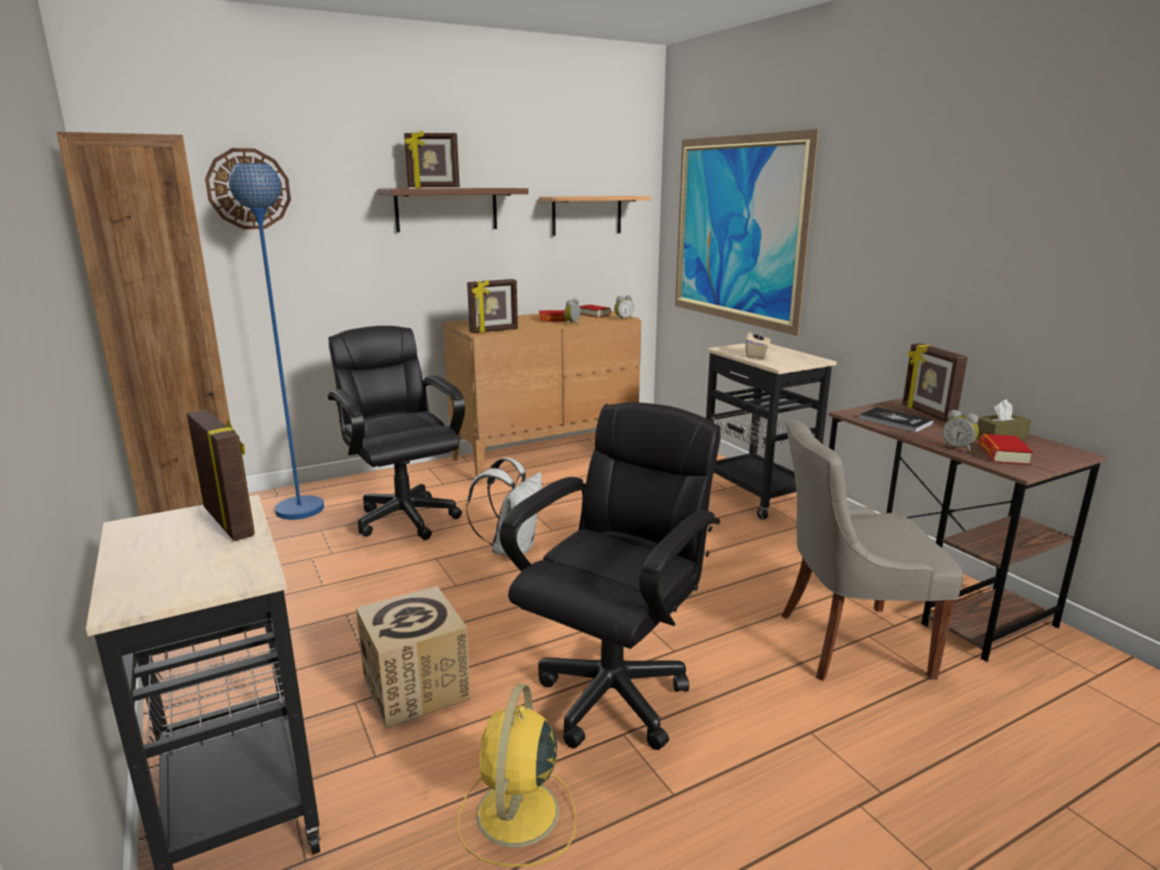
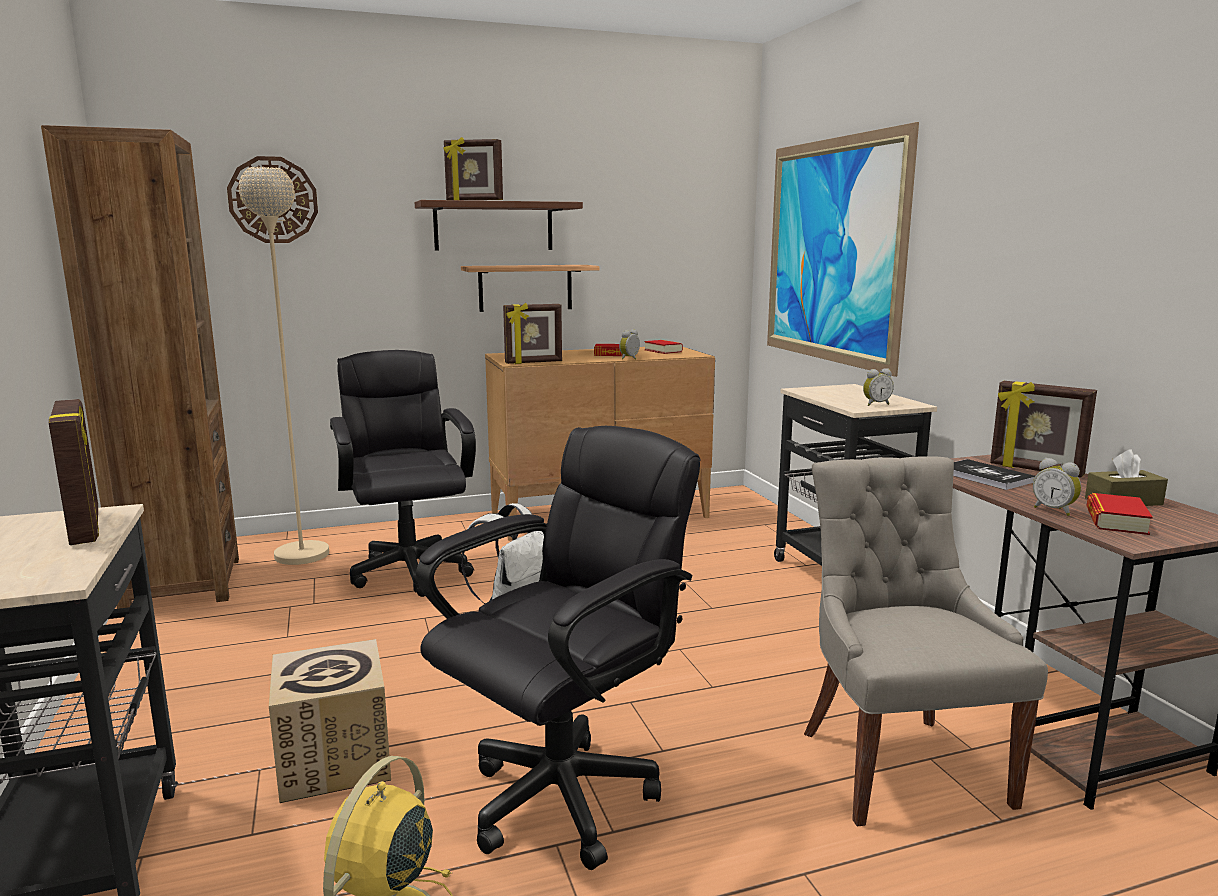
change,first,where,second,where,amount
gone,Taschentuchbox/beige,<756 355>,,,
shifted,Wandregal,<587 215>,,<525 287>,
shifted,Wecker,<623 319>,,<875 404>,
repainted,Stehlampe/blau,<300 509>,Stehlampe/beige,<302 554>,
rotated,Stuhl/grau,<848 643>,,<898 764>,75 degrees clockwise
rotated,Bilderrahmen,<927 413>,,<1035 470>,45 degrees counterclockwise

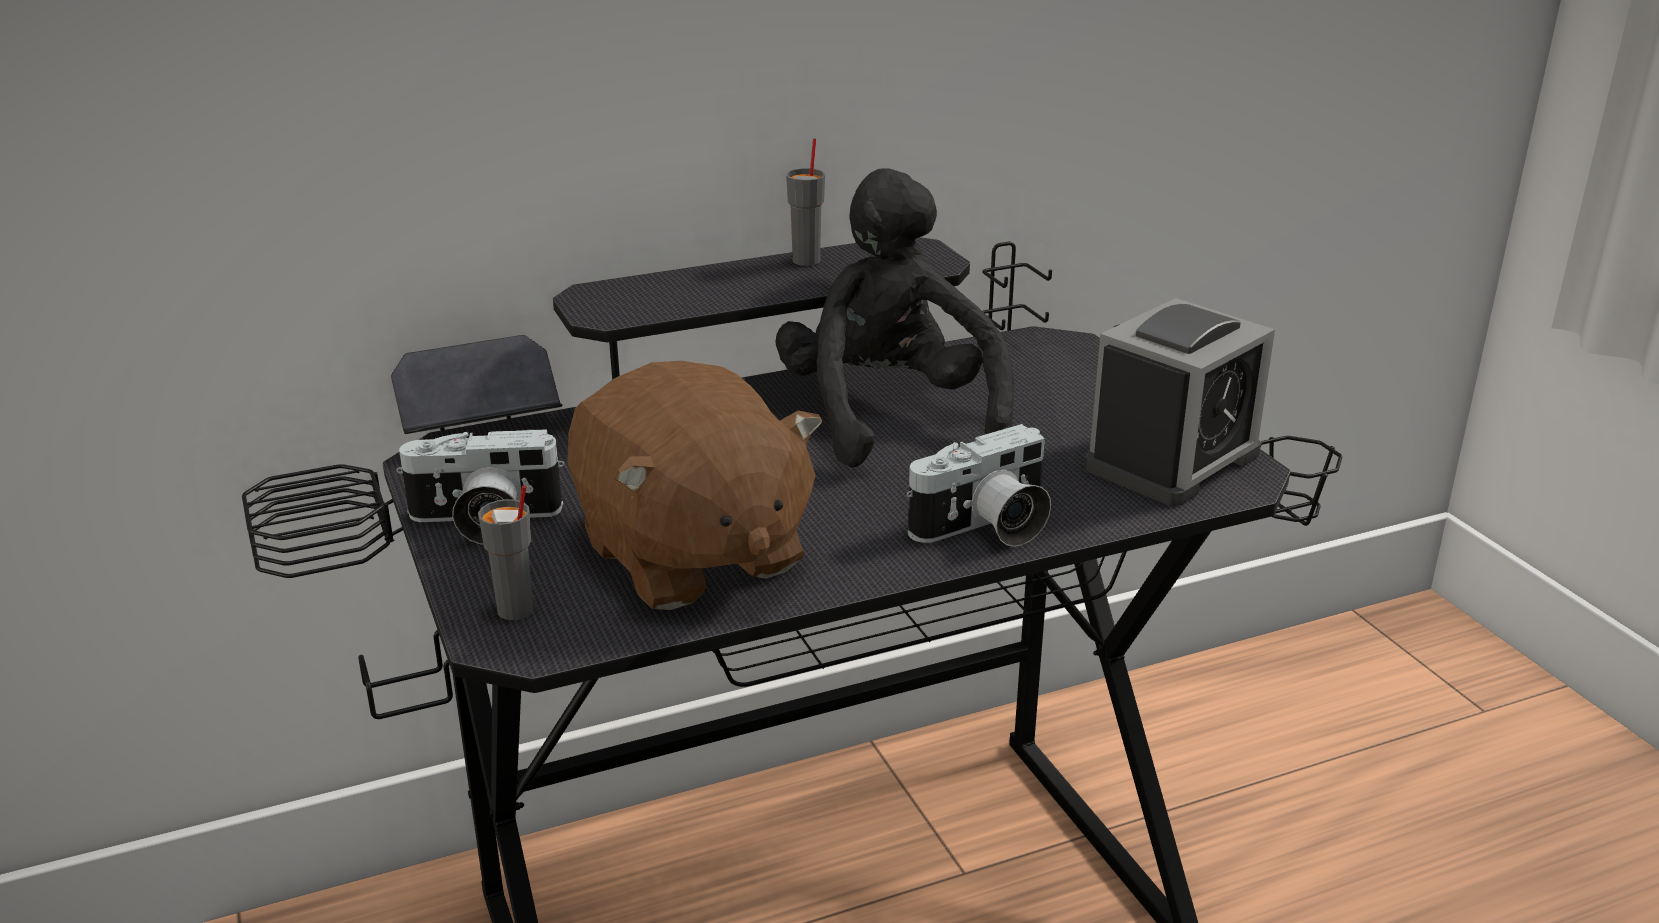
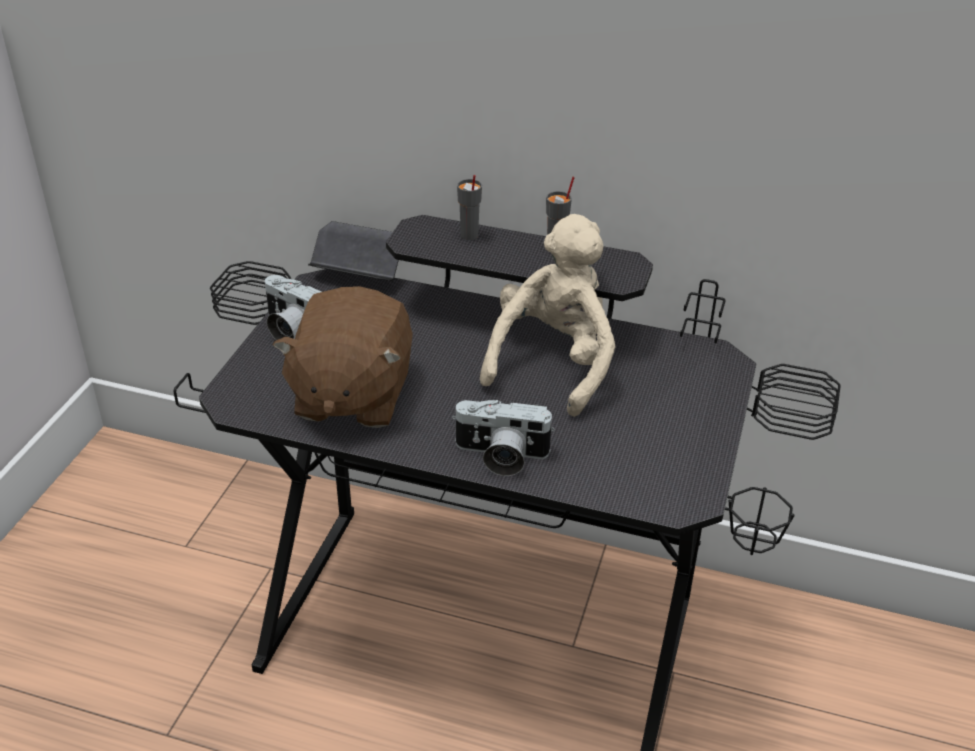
change,first,where,second,where,amount
gone,Wecker,<1172 460>,,,
shifted,Tasse/grau,<515 610>,,<469 235>,
repainted,Plüschtier/schwarz,<889 416>,Plüschtier/beige,<553 363>,

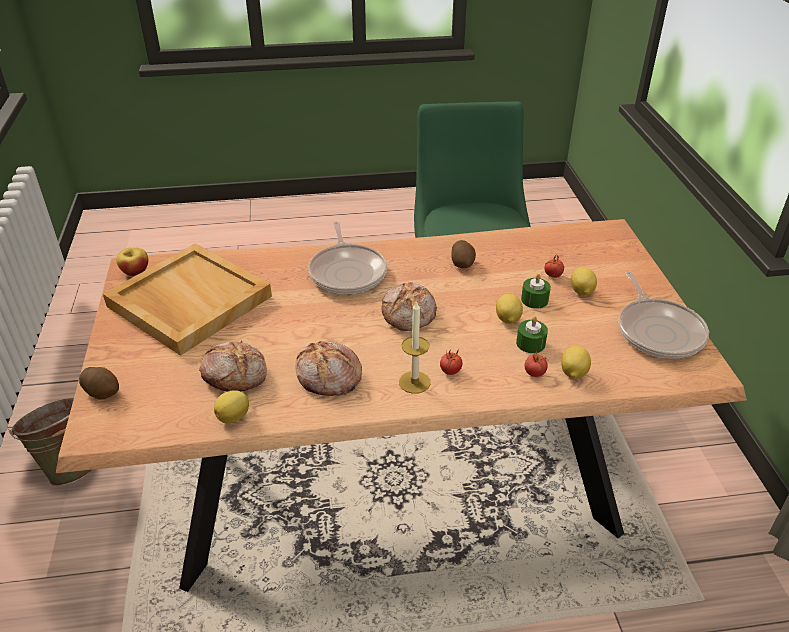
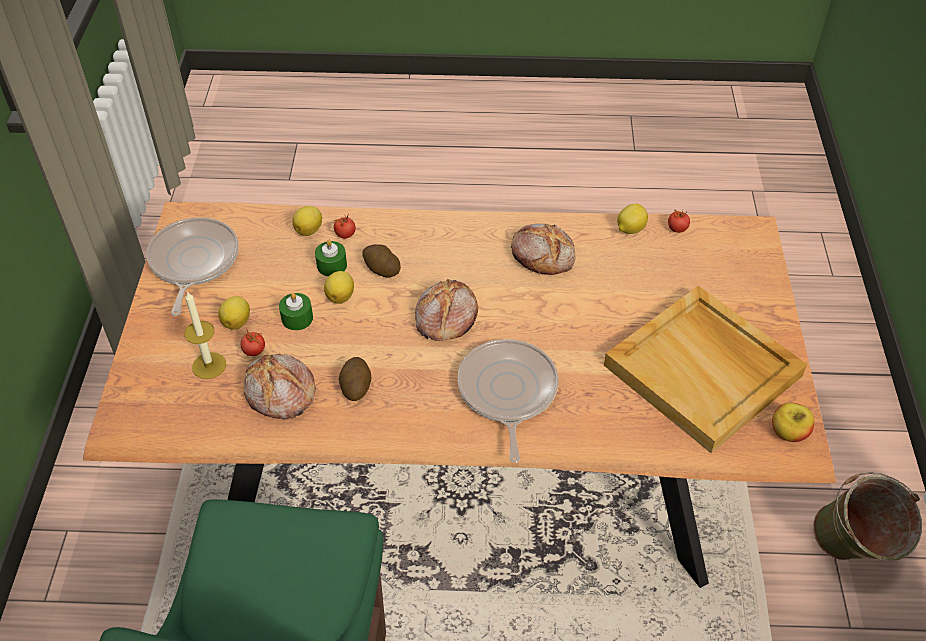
change,first,where,second,where,amount
shifted,Kartoffel,<103 392>,,<381 269>,
shifted,Brot,<235 373>,,<279 394>,
shifted,Kerze,<414 382>,,<209 365>,
shifted,Tomate,<450 371>,,<677 229>,

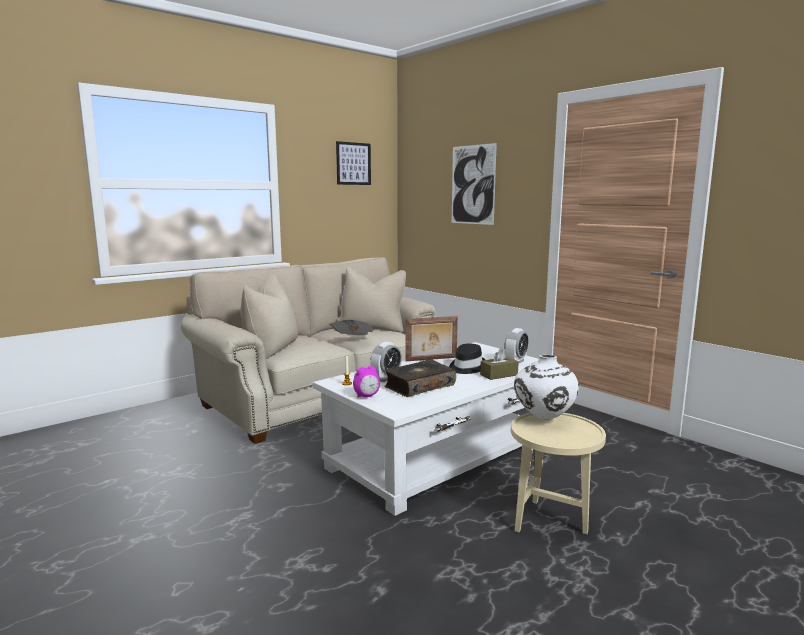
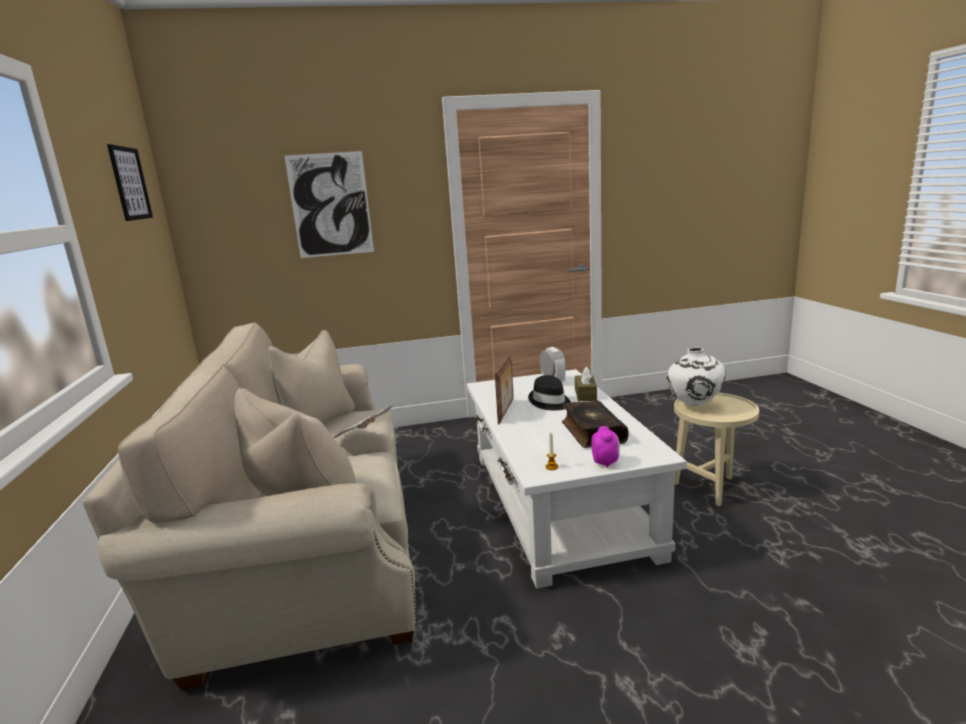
change,first,where,second,where,amount
gone,Wecker,<386 379>,,,

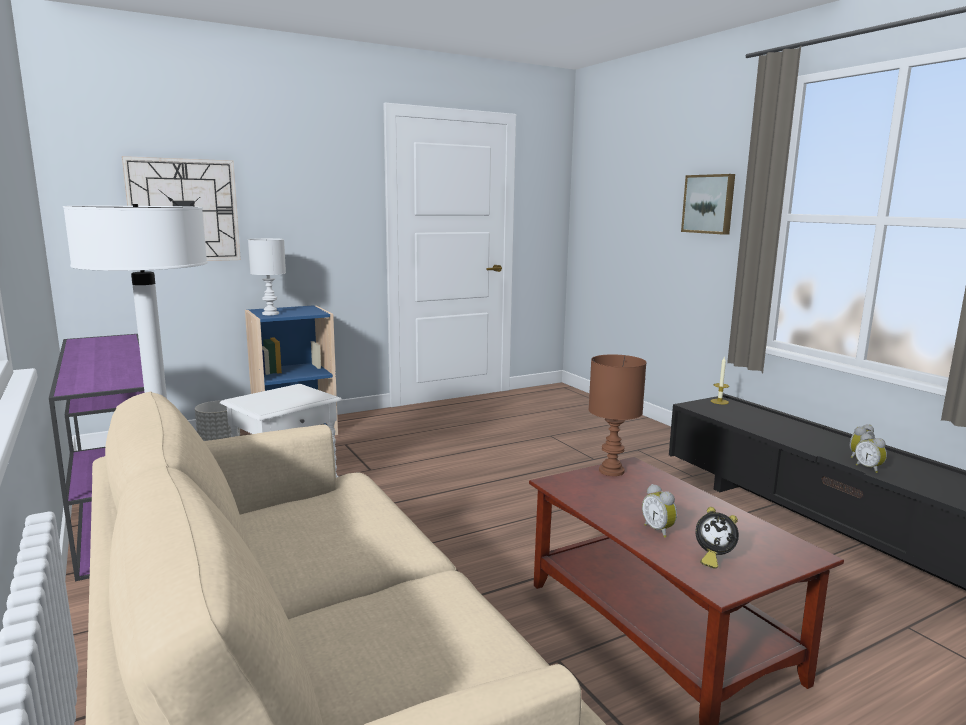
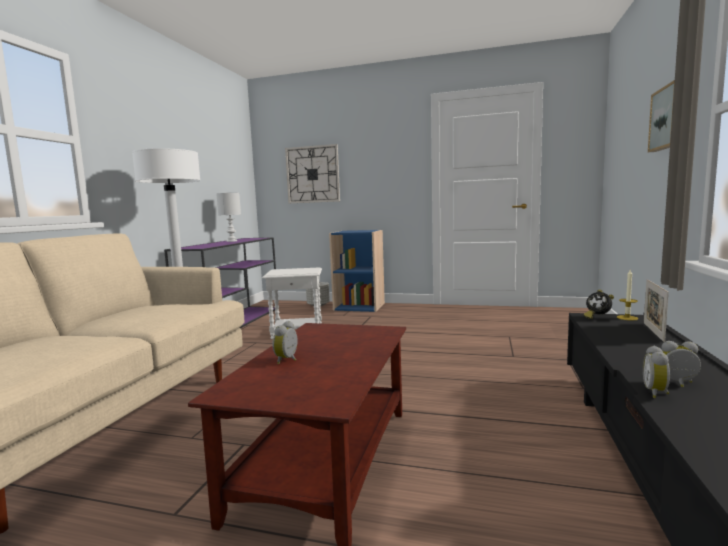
change,first,where,second,where,amount
gone,Tischlampe/braun,<610 470>,,,
new,,,Bilderrahmen,<653 332>,
shifted,Tischlampe/weiß,<271 314>,,<232 241>,
shifted,Wecker,<712 558>,,<597 317>,

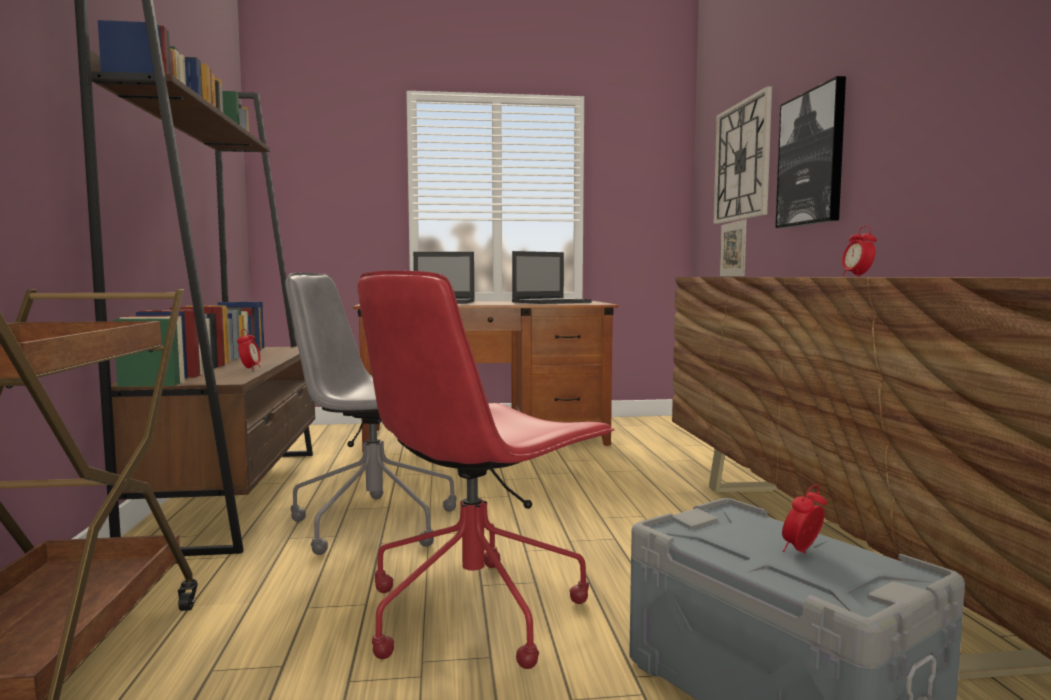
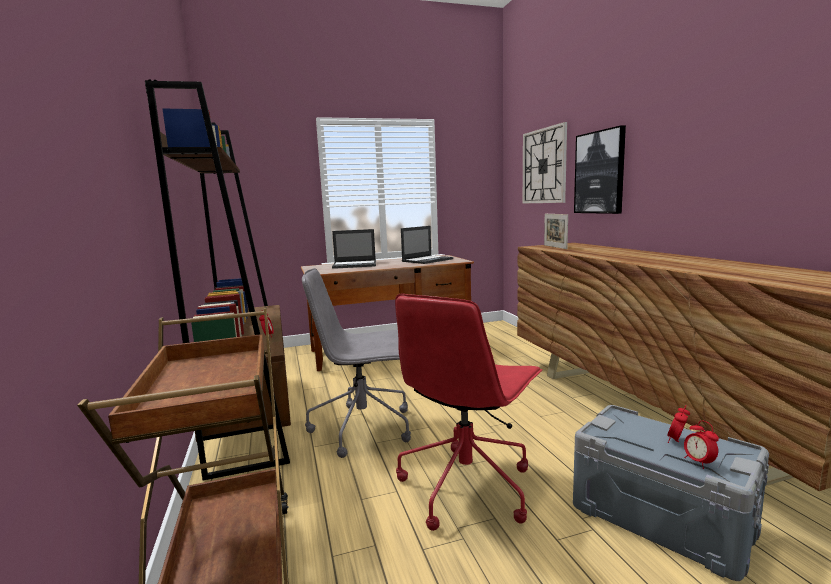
change,first,where,second,where,amount
shifted,Wecker,<857 276>,,<698 462>,

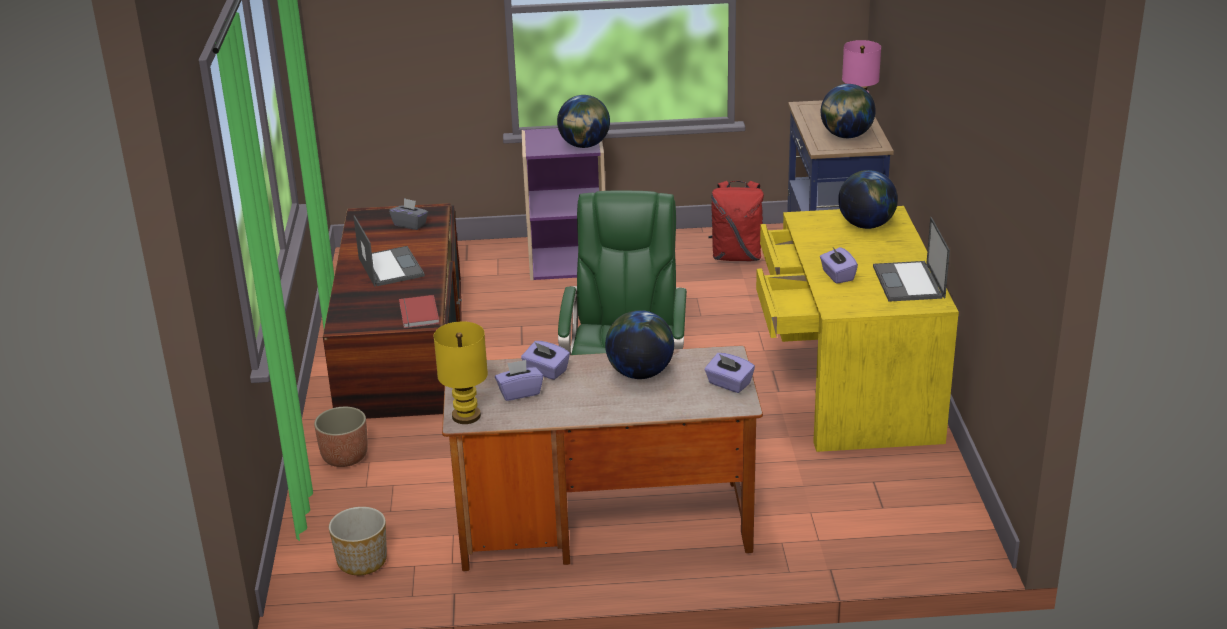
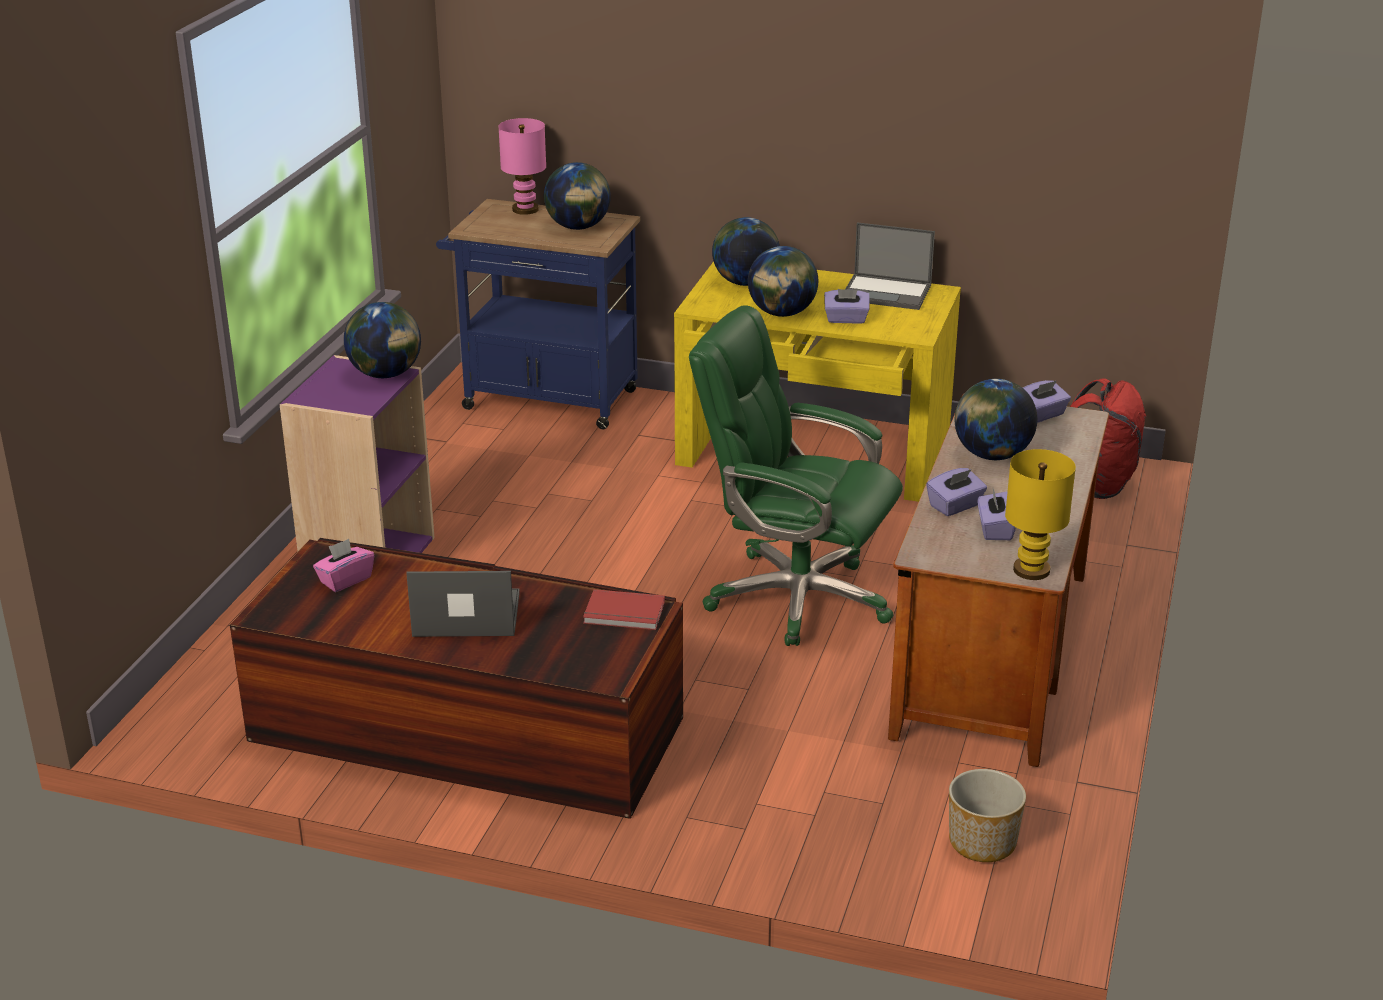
change,first,where,second,where,amount
gone,Pflanzkübel,<344 457>,,,
new,,,Globus,<782 313>,
shifted,Rucksack/rot,<737 256>,,<1097 485>,
repainted,Taschentuchbox/grau,<410 224>,Taschentuchbox/rosa,<345 580>,

